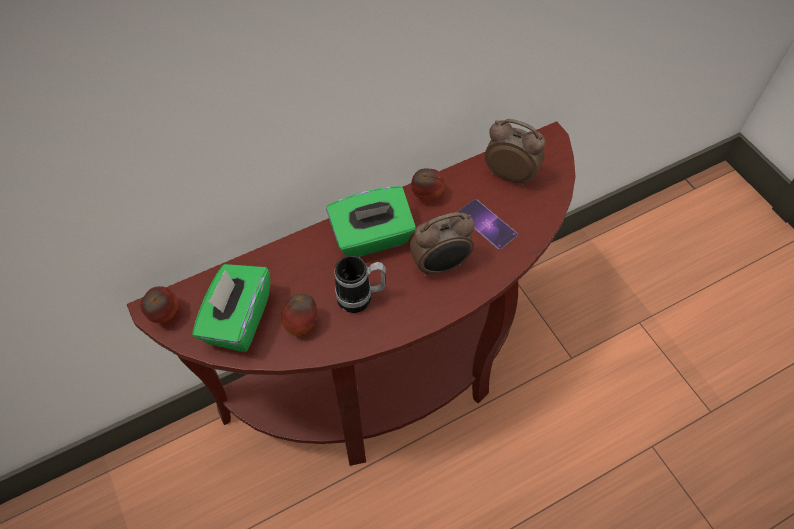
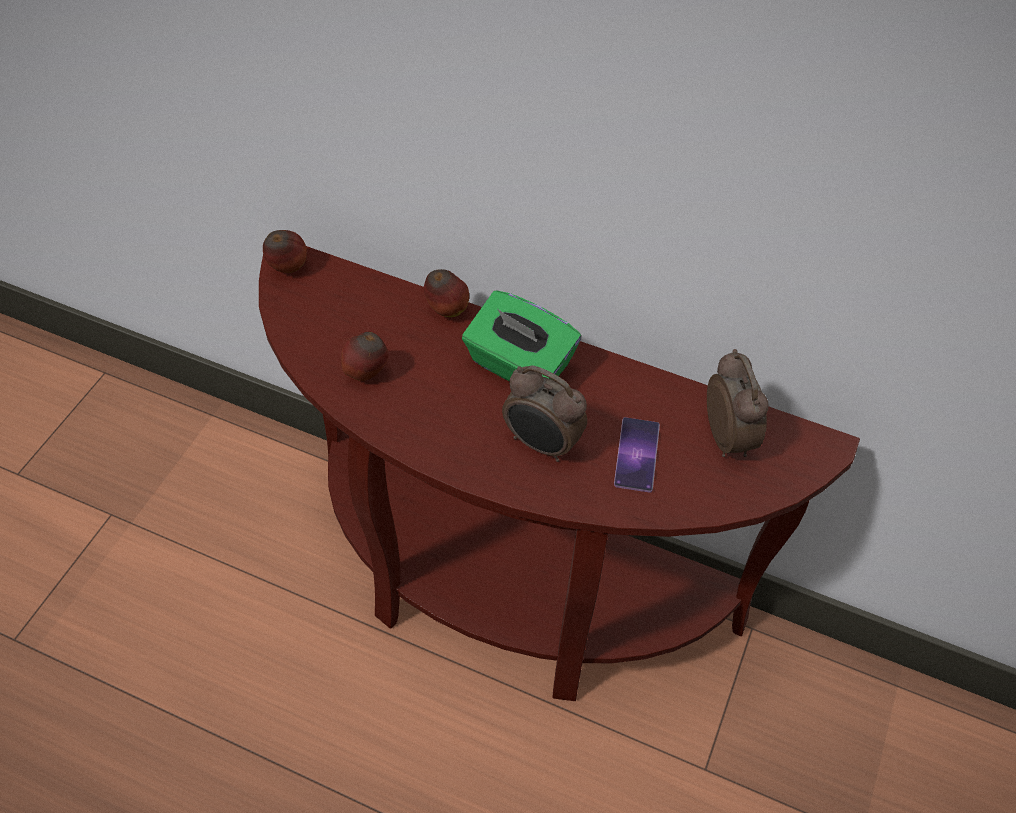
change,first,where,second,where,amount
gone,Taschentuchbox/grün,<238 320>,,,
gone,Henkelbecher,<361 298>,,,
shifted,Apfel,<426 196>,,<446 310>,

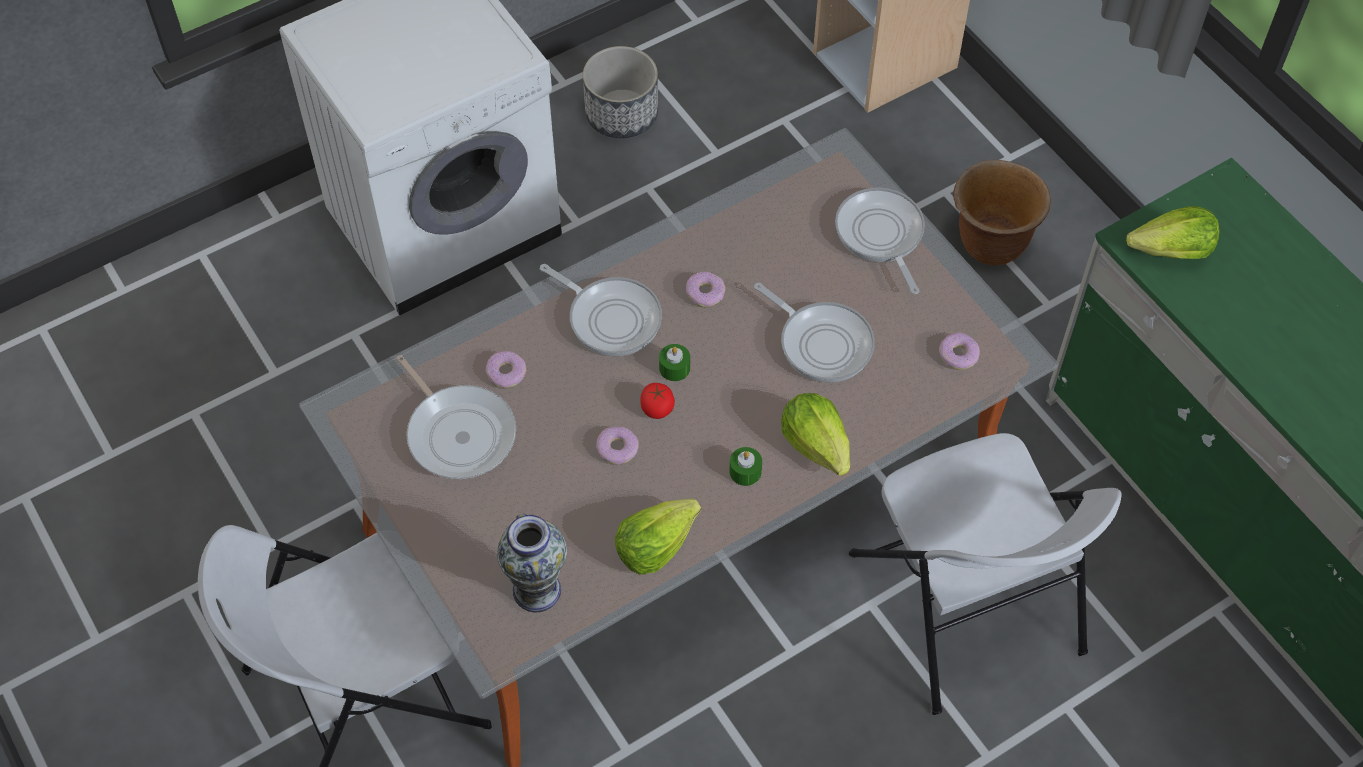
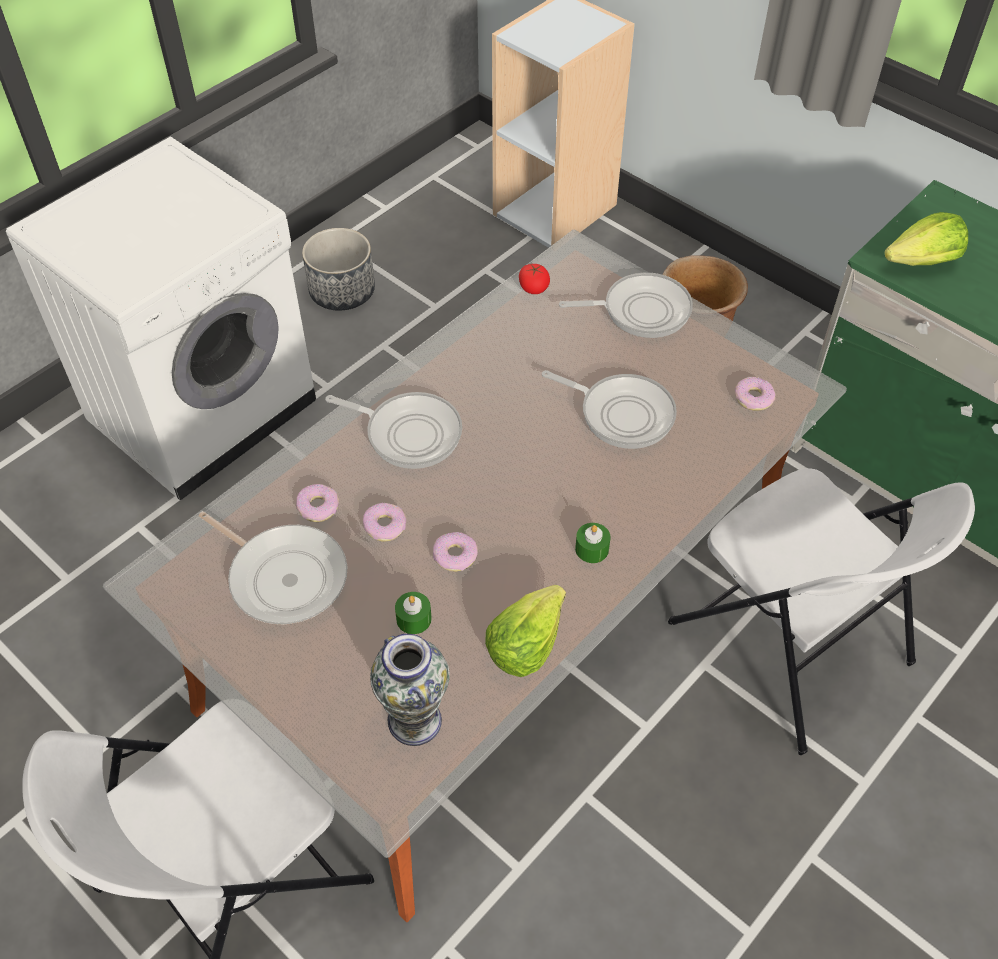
change,first,where,second,where,amount
gone,Salatkopf,<817 445>,,,
shifted,Tomate,<657 407>,,<534 287>,
shifted,Kerze/grün,<674 368>,,<414 619>,
shifted,Donut,<705 293>,,<385 526>,
rotated,Pfanne,<881 235>,,<641 310>,120 degrees clockwise

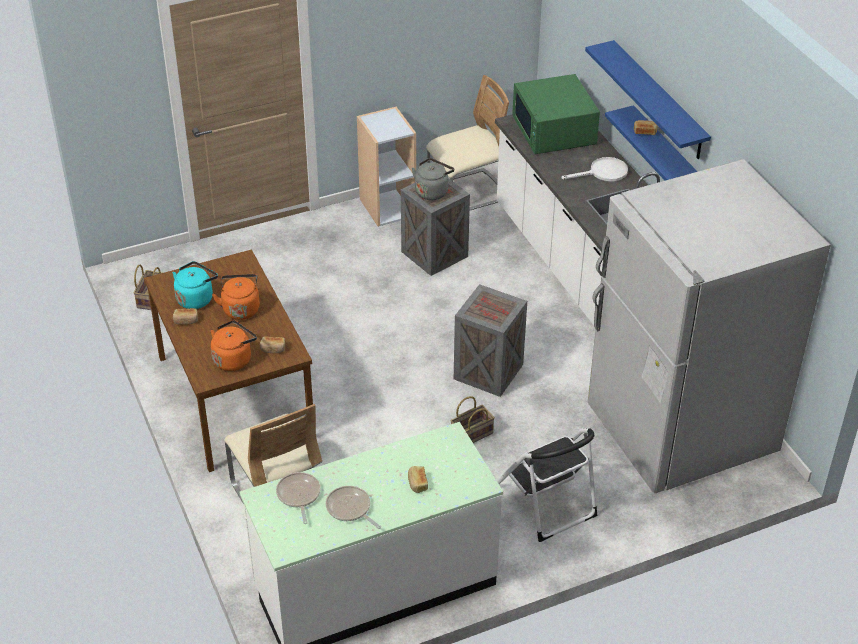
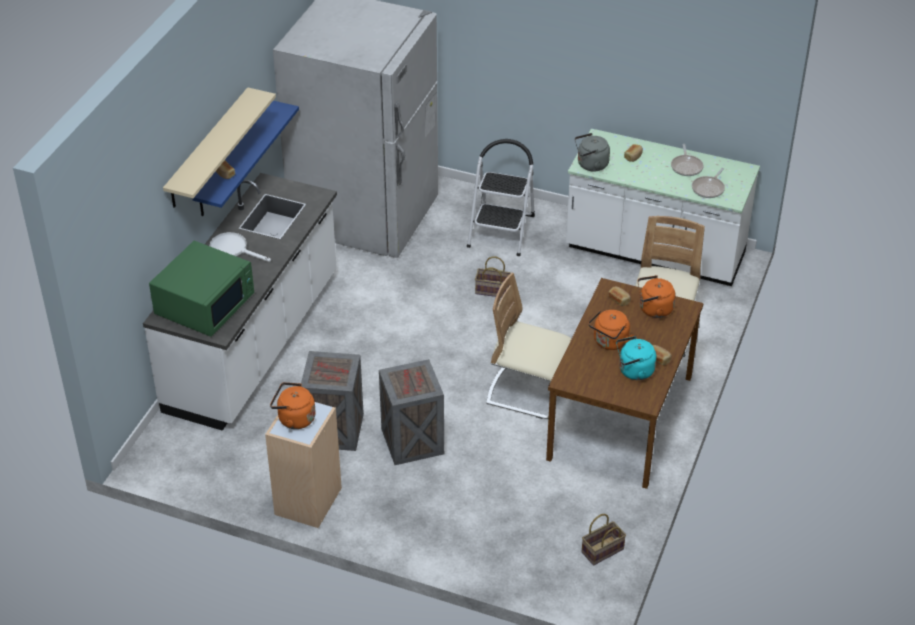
change,first,where,second,where,amount
new,,,Wasserkessel/orange,<294 419>,
shifted,Wasserkessel/grau,<432 191>,,<590 165>,
shifted,Stuhl/beige,<468 193>,,<528 392>,
shifted,Kiste,<488 370>,,<411 442>,
repainted,Wandregal/blau,<658 101>,Wandregal/beige,<208 149>,

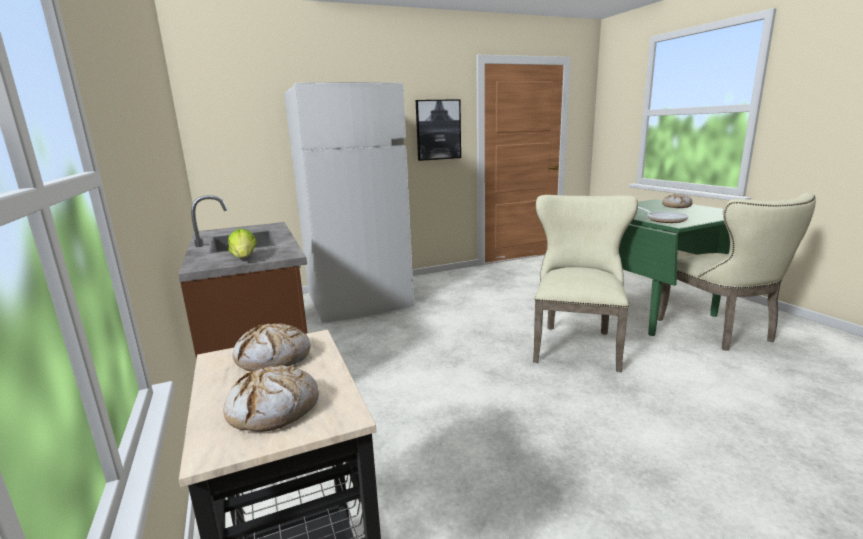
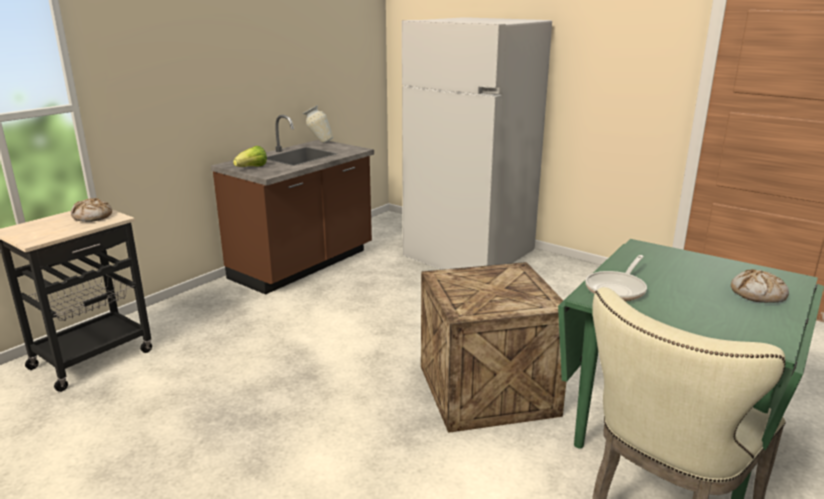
change,first,where,second,where,amount
gone,Brot,<274 409>,,,
gone,Bild,<438 130>,,,
new,,,Vase,<318 143>,
swapped,Stuhl/beige,<576 344>,Kiste,<489 391>,

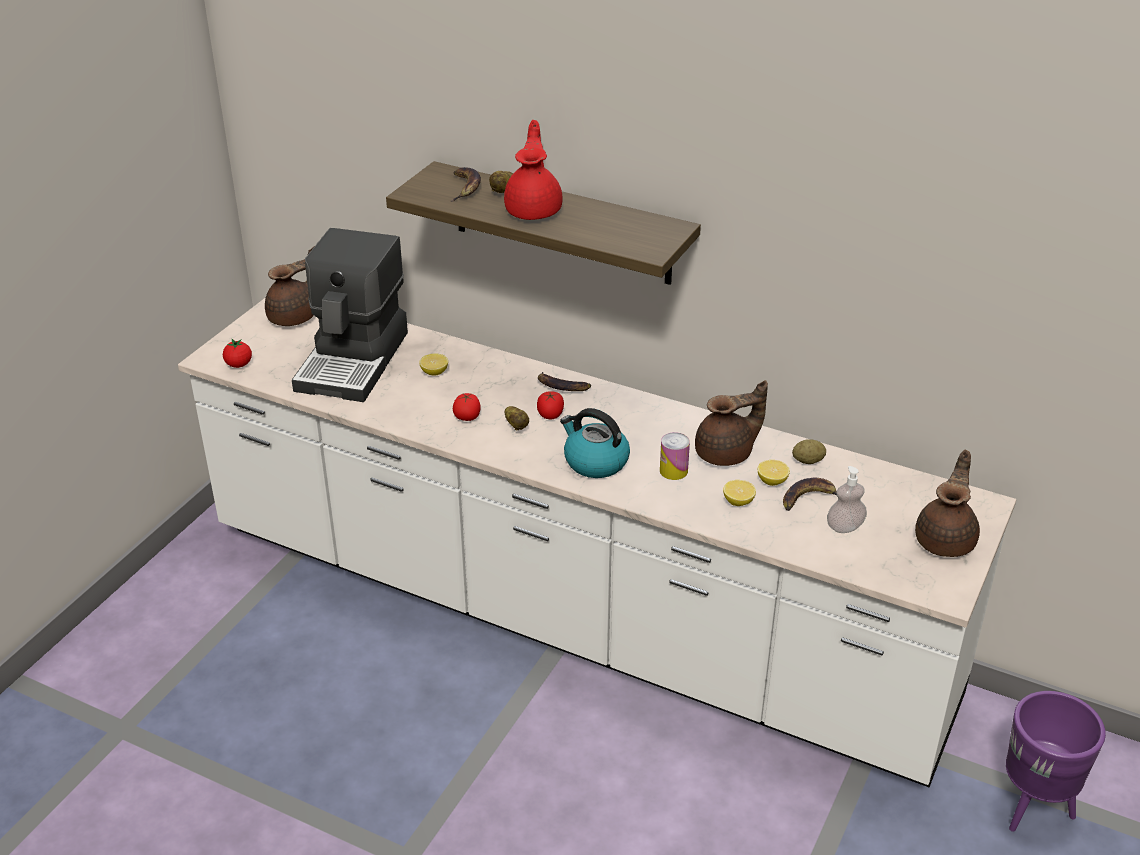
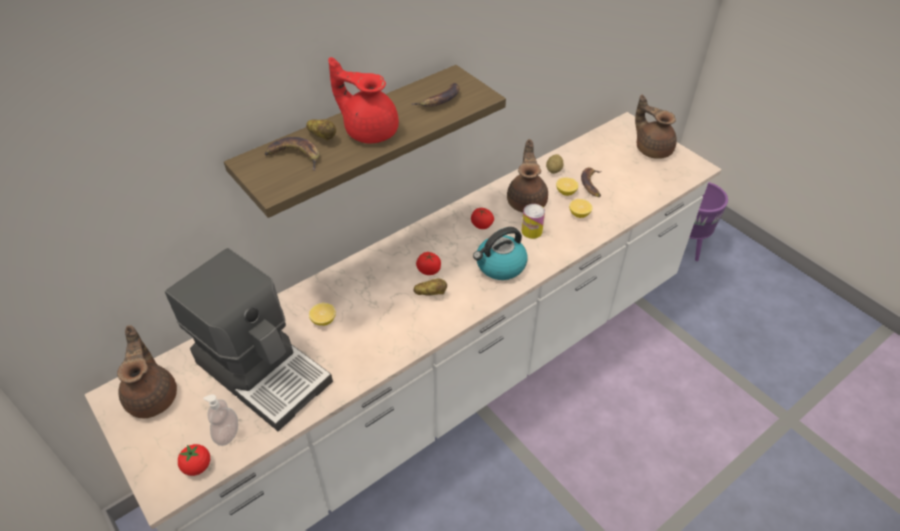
change,first,where,second,where,amount
shifted,Tomate,<467 417>,,<481 225>,
shifted,Banane,<561 387>,,<440 100>,
shifted,Seifenspender,<845 527>,,<227 433>,

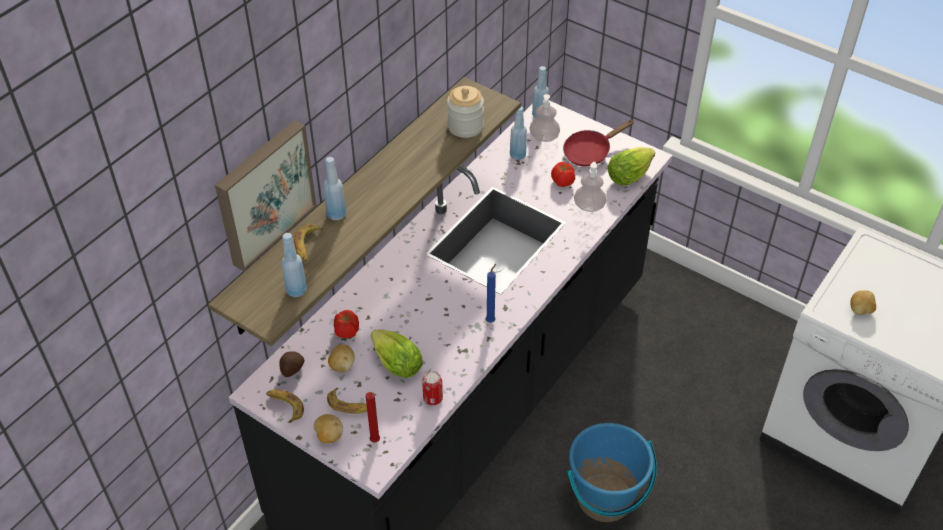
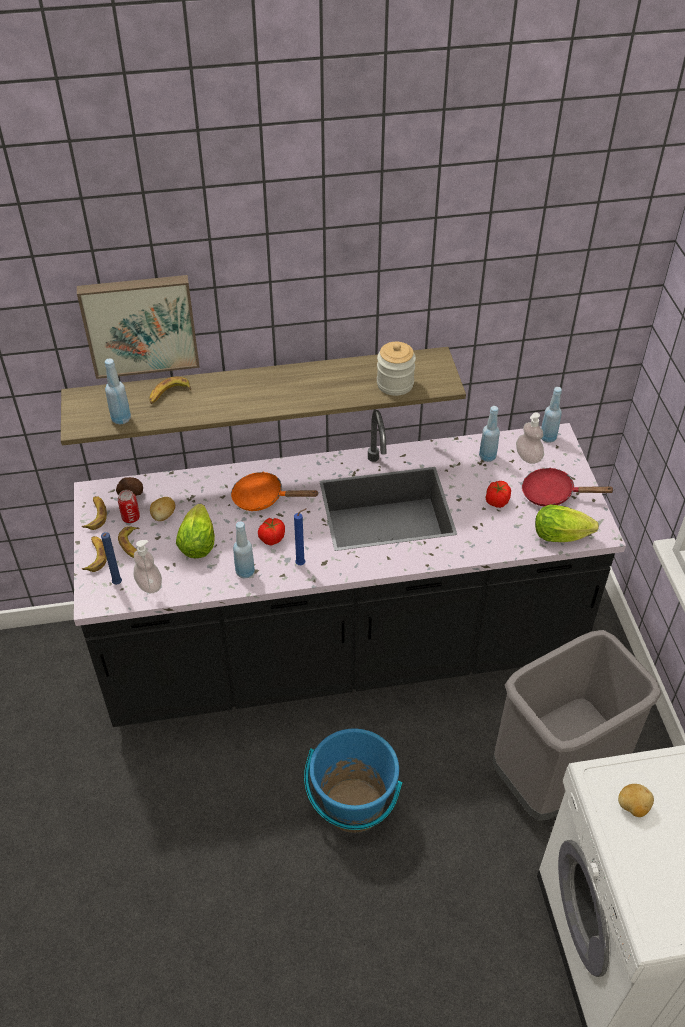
change,first,where,second,where,amount
new,,,Pfanne/orange,<263 498>,
new,,,Mülleimer/grau,<555 778>,
shifted,Flasche/blau,<336 214>,,<245 572>,
shifted,Tomate,<346 331>,,<271 538>,
shifted,Dose,<433 398>,,<131 517>,
shifted,Seifenspender,<589 207>,,<149 585>,
swapped,Kartoffel,<329 436>,Banane,<95 556>,
repainted,Kerze/rot,<376 441>,Kerze/blau,<117 584>,

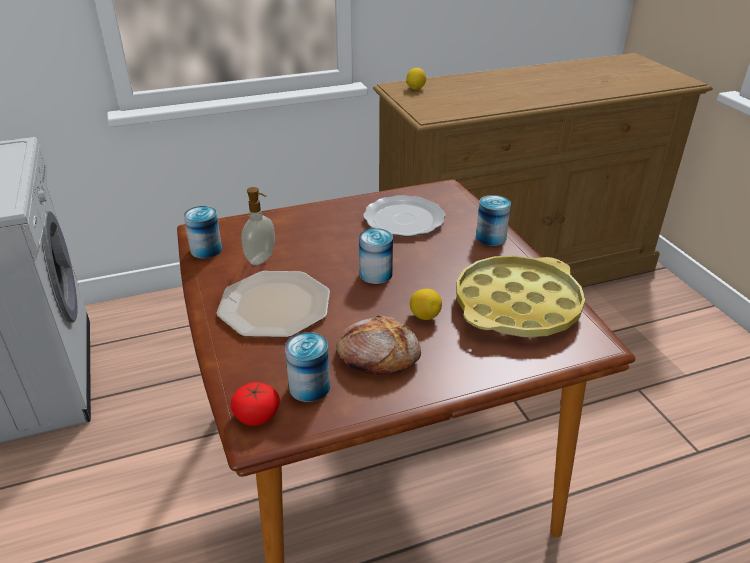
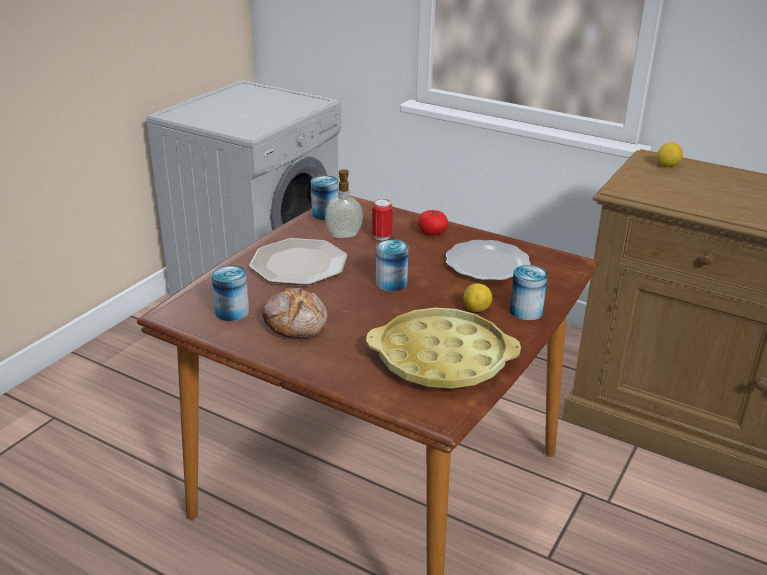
change,first,where,second,where,amount
new,,,Dose,<382 236>,
shifted,Tomate,<256 415>,,<432 232>,
shifted,Zitrone,<424 316>,,<477 310>,

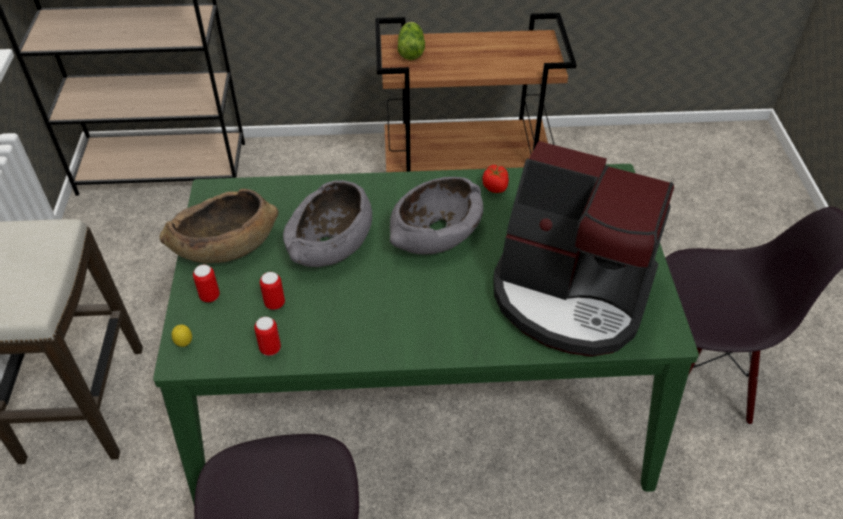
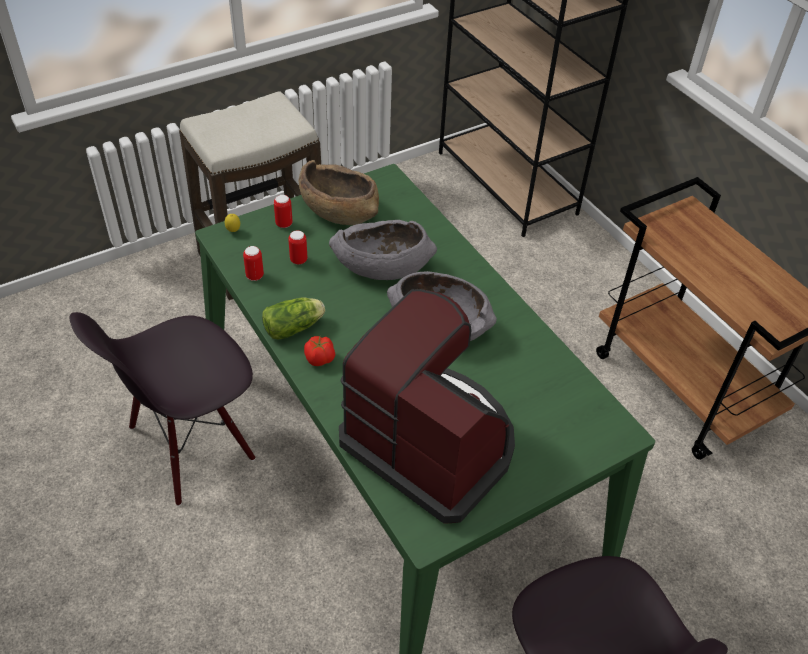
change,first,where,second,where,amount
shifted,Salatkopf,<411 49>,,<295 327>,
shifted,Tomate,<495 187>,,<320 359>,
rotated,Kaffeemaschine,<571 294>,,<431 444>,135 degrees clockwise

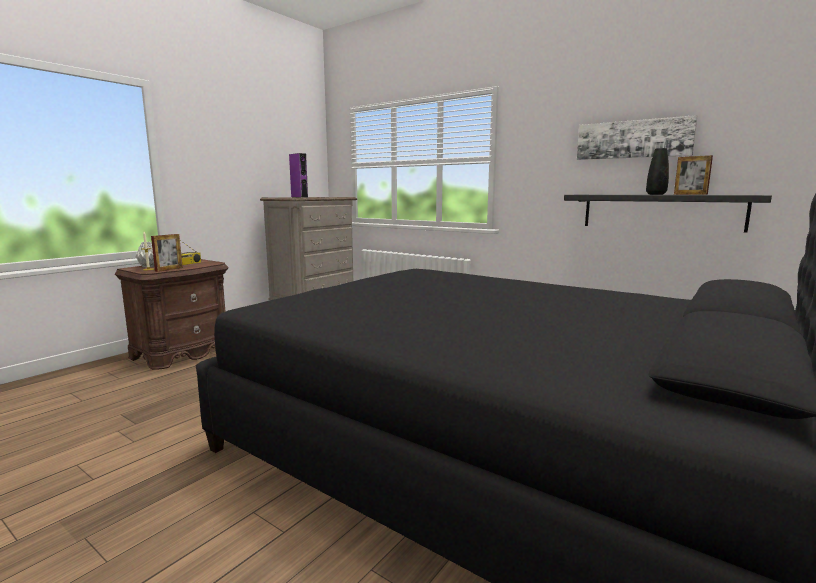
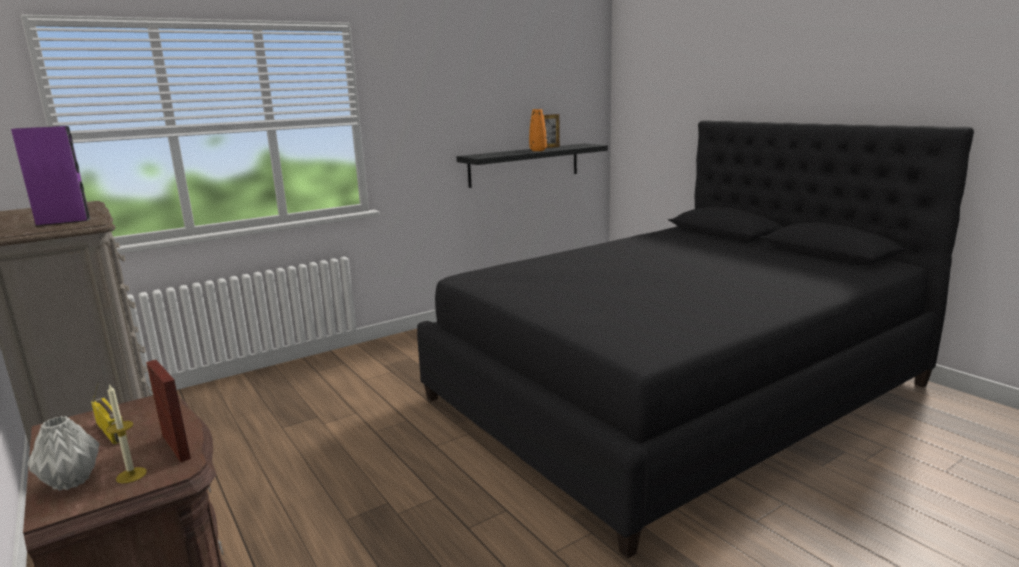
change,first,where,second,where,amount
gone,Bild,<633 139>,,,
repainted,Vase/schwarz,<656 194>,Vase/orange,<538 150>,

